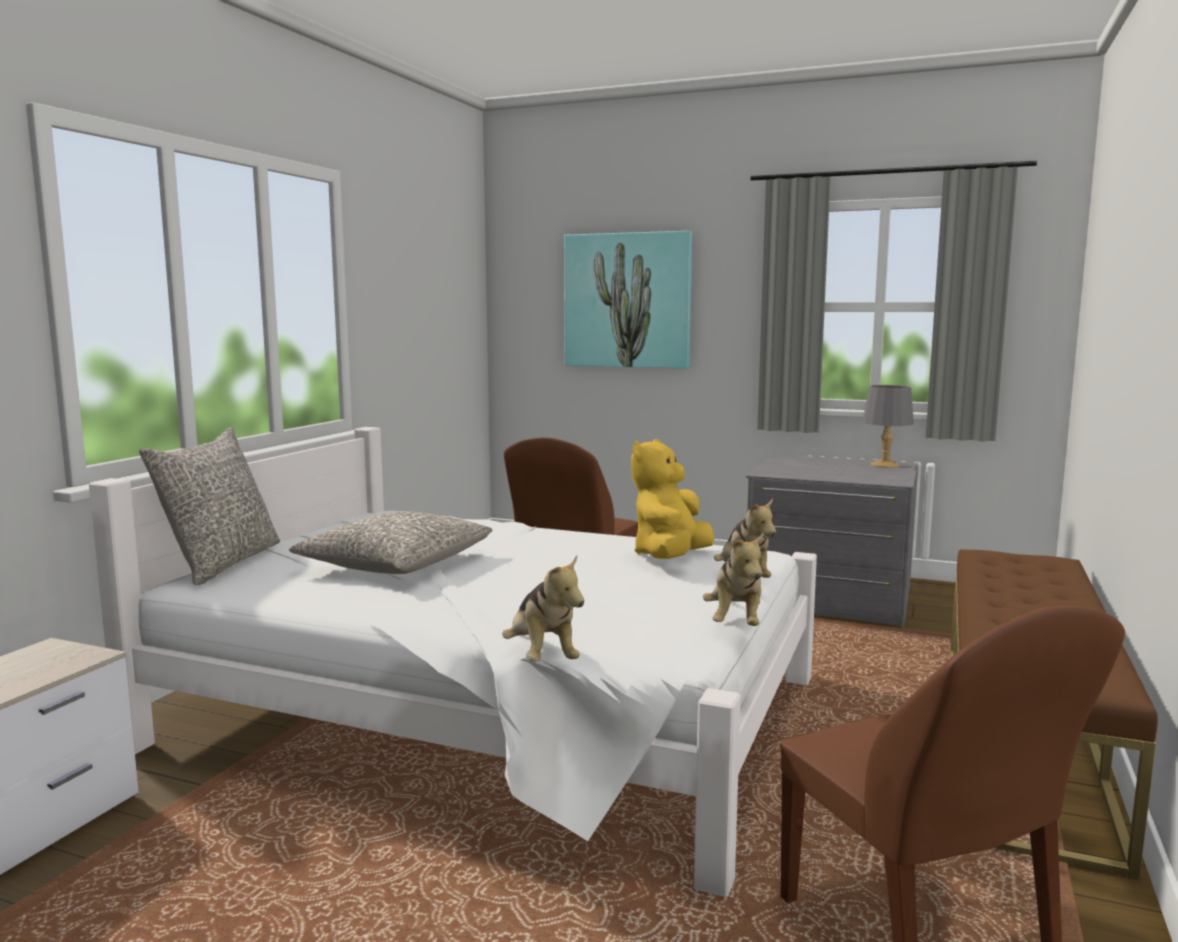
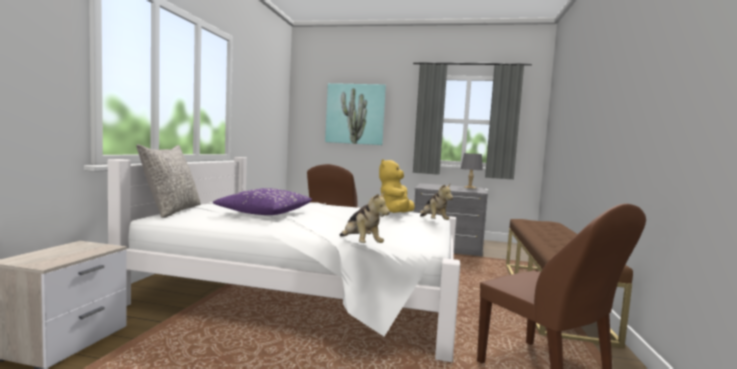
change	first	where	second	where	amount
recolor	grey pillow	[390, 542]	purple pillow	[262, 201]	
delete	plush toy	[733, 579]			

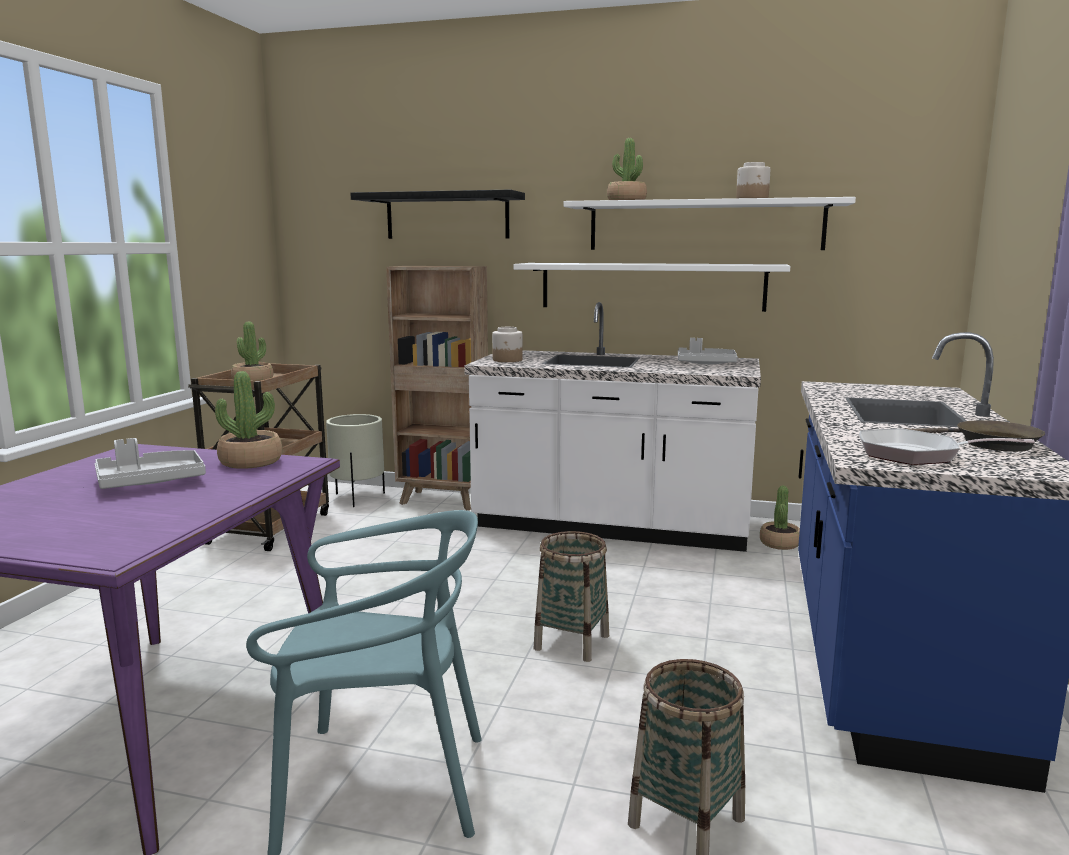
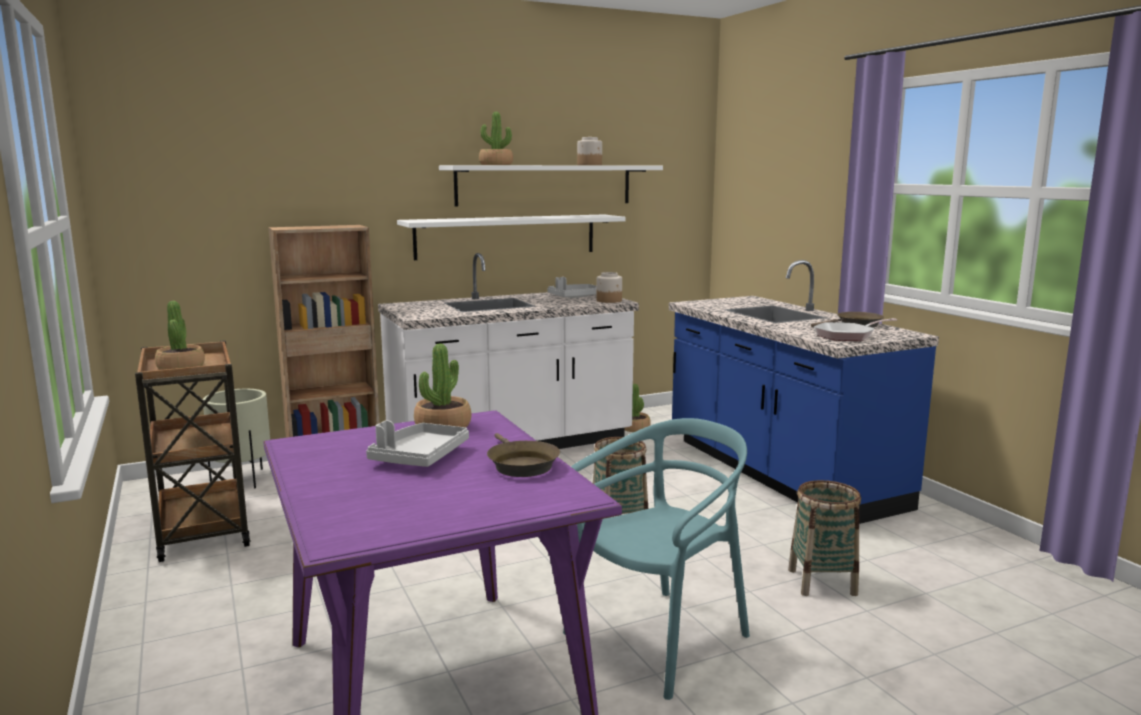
change	first	where	second	where	amount
delete	black shelf	[437, 214]			
move	jar	[507, 344]		[609, 287]	
insert			brown frying pan	[523, 455]	

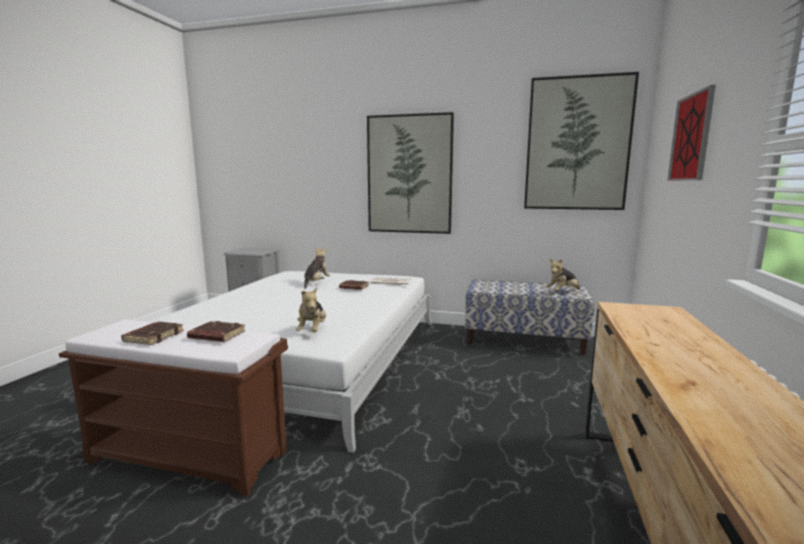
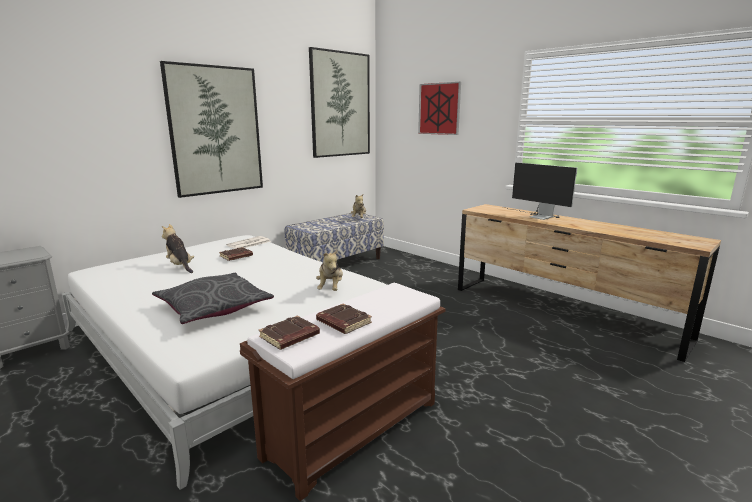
change	first	where	second	where	amount
move	brown book	[216, 331]		[289, 333]	
rotate	plush toy	[311, 310]		[329, 270]	60 degrees clockwise
insert			grey pillow	[213, 298]	
insert			monitor	[542, 191]	

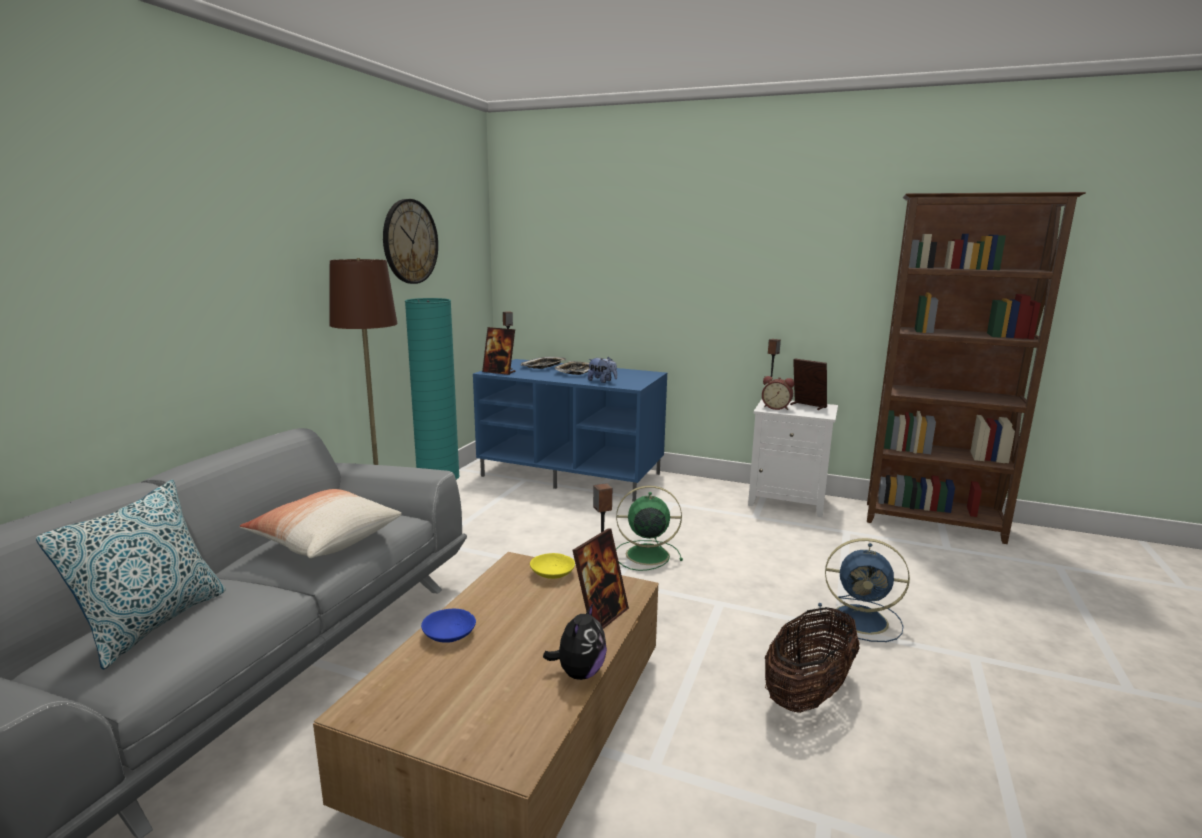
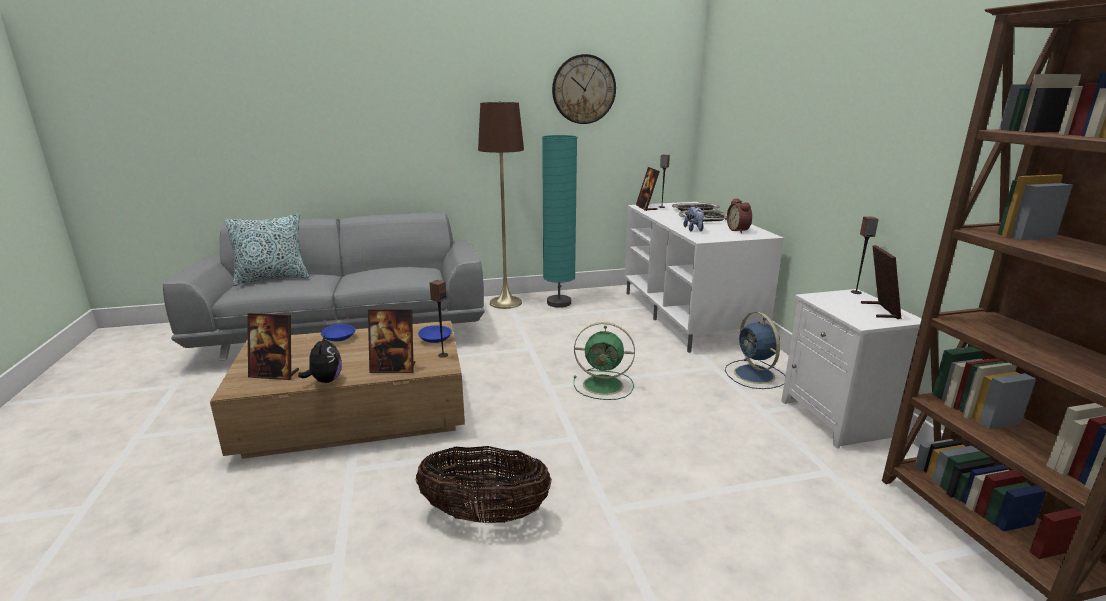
change	first	where	second	where	amount
delete	pillow	[320, 523]			
recolor	blue tv stand	[570, 430]	white tv stand	[704, 277]	
recolor	yellow bowl	[552, 566]	blue bowl	[435, 334]	
rotate	plush toy	[575, 641]		[320, 358]	90 degrees counterclockwise
rotate	green fan	[649, 528]		[604, 361]	135 degrees clockwise
move	alarm clock	[778, 393]		[739, 215]	
move	blue fan	[864, 590]		[755, 350]	
insert			picture frame	[273, 346]	

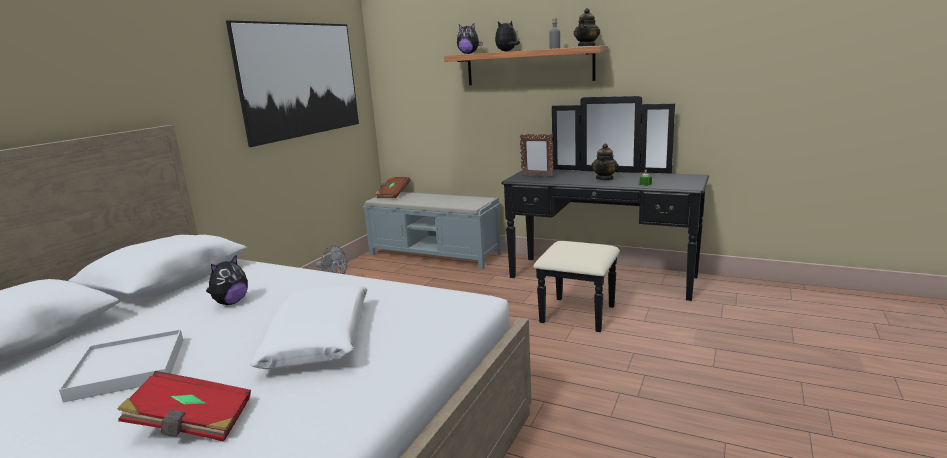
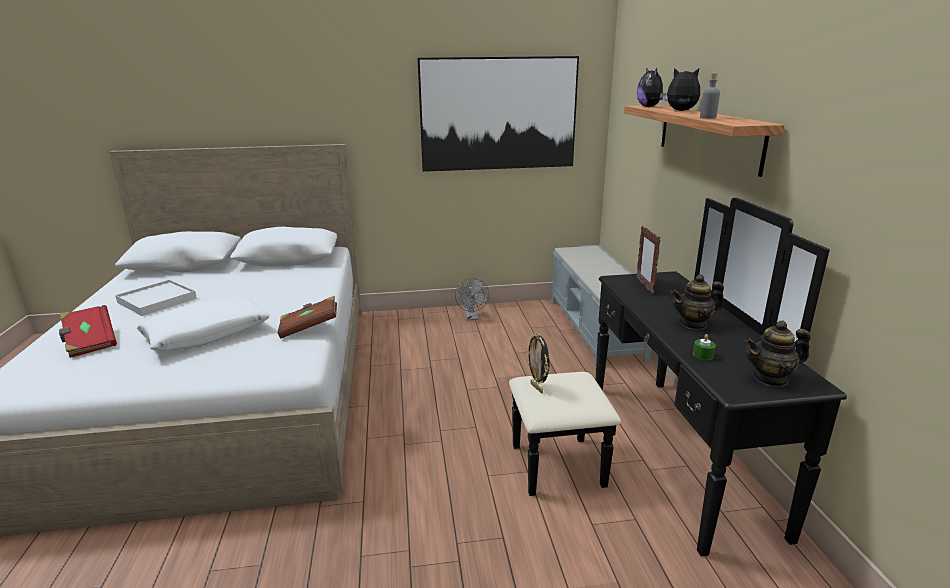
change	first	where	second	where	amount
delete	plush toy	[227, 280]			
move	brown book	[393, 187]		[307, 317]	
move	teapot	[587, 27]		[778, 354]	
insert			picture frame	[537, 363]	

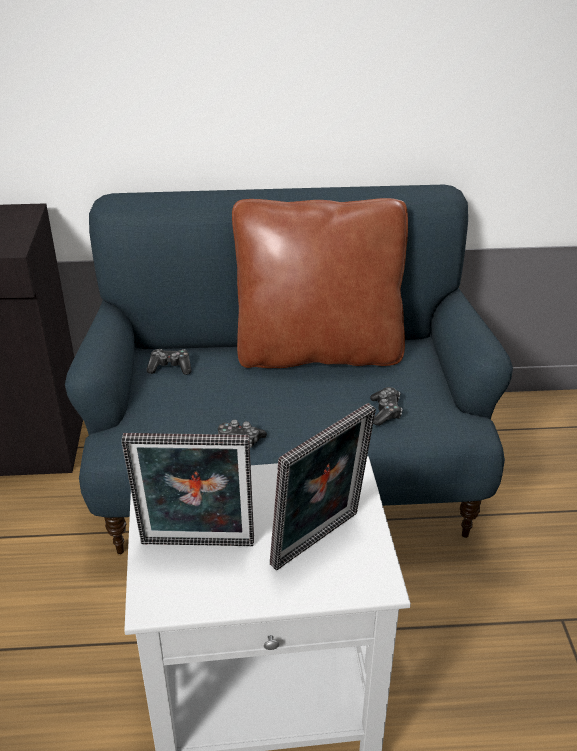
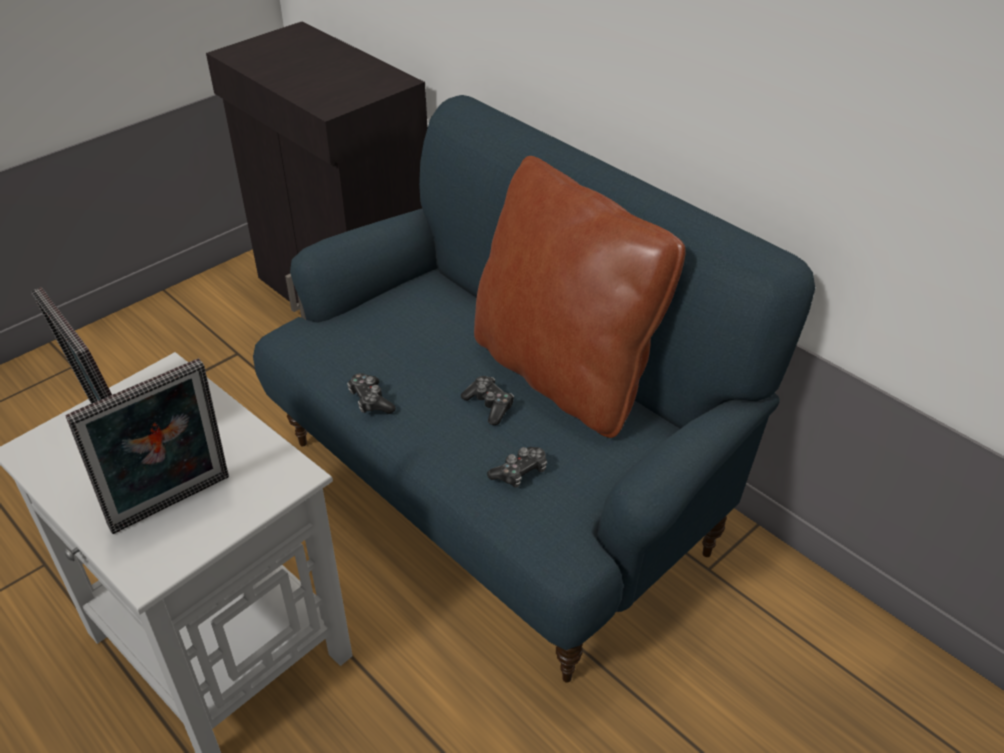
change	first	where	second	where	amount
move	game controller	[169, 362]		[487, 400]	
rotate	picture frame	[323, 487]		[147, 446]	45 degrees counterclockwise

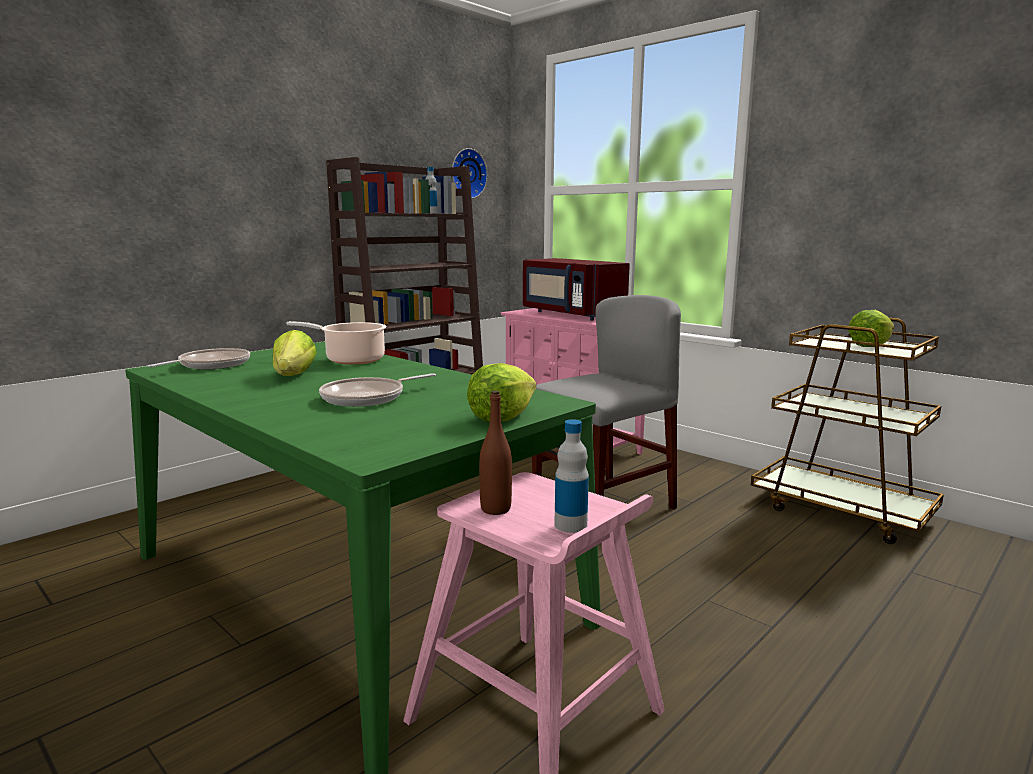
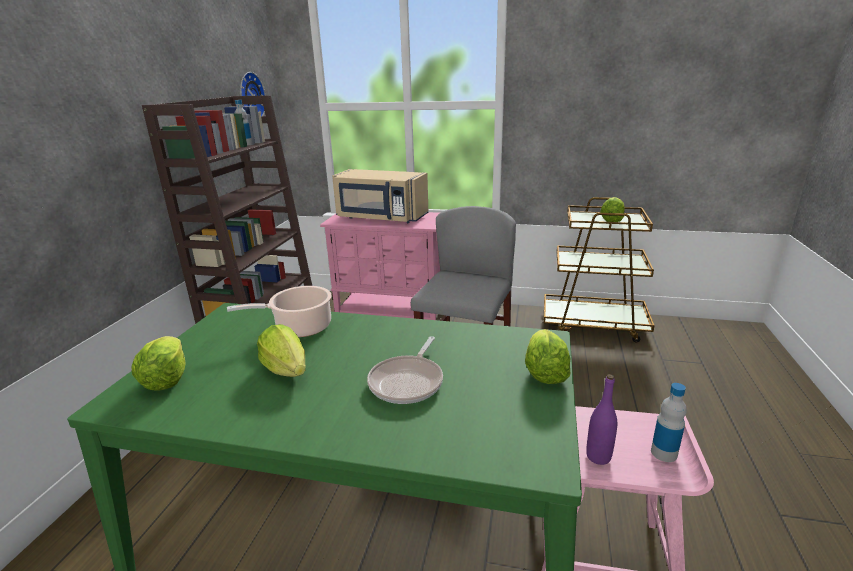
change	first	where	second	where	amount
replace	frying pan	[198, 358]	lettuce	[158, 363]	
recolor	brown bottle	[495, 452]	purple bottle	[601, 419]	
recolor	red microwave	[576, 289]	beige microwave	[380, 196]	

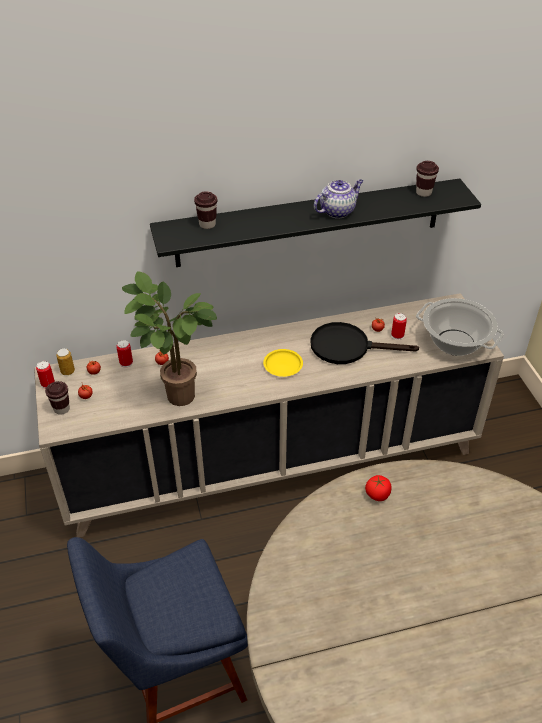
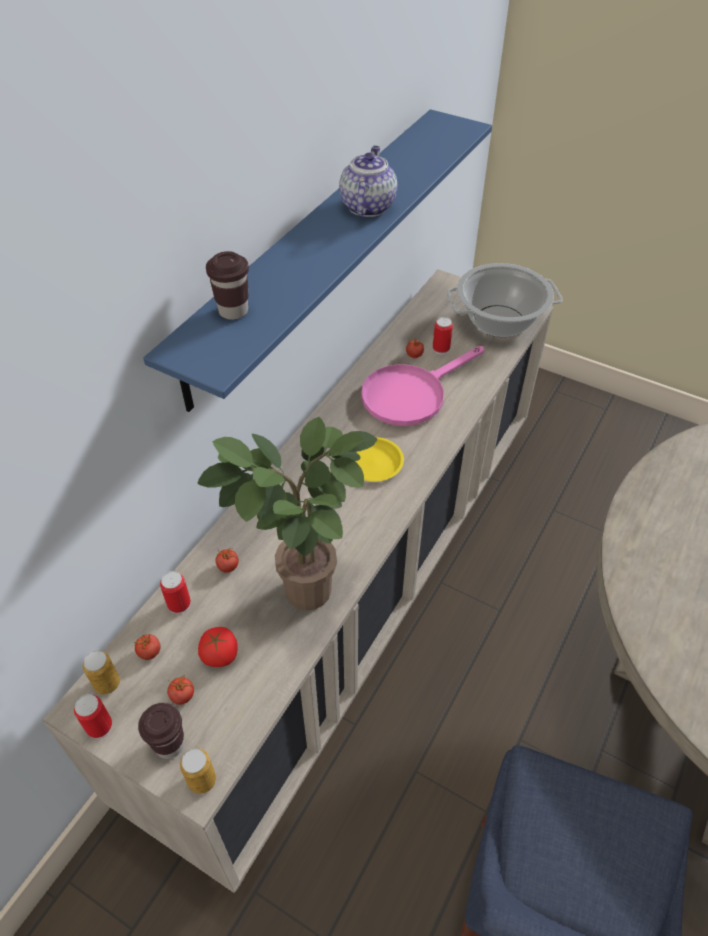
change	first	where	second	where	amount
recolor	black shelf	[315, 223]	blue shelf	[317, 260]	
recolor	black frying pan	[364, 343]	pink frying pan	[422, 386]	
move	tomato	[378, 488]		[218, 647]	
delete	brown cup	[427, 179]			
insert			can	[198, 771]	

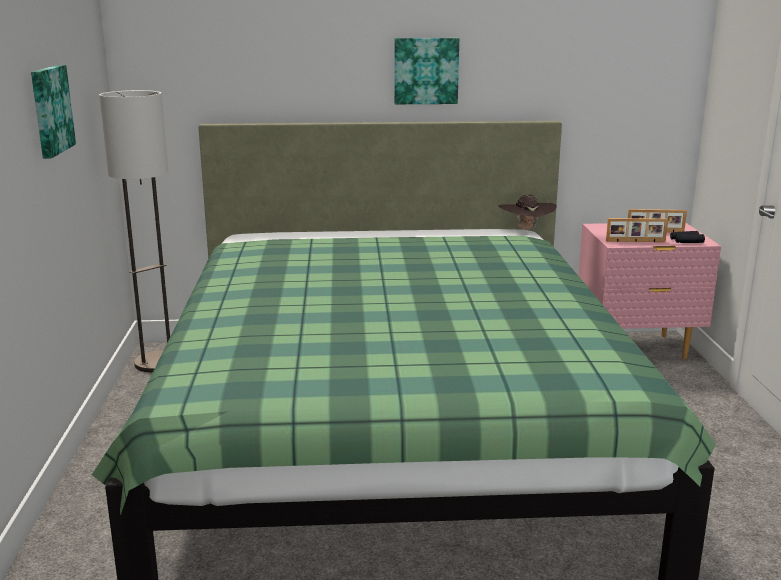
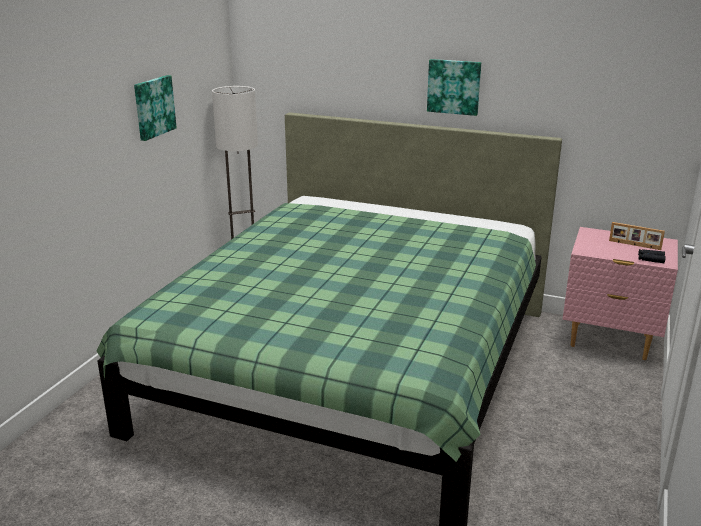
change	first	where	second	where	amount
delete	brown hat	[527, 212]			
delete	picture frame	[637, 230]			

